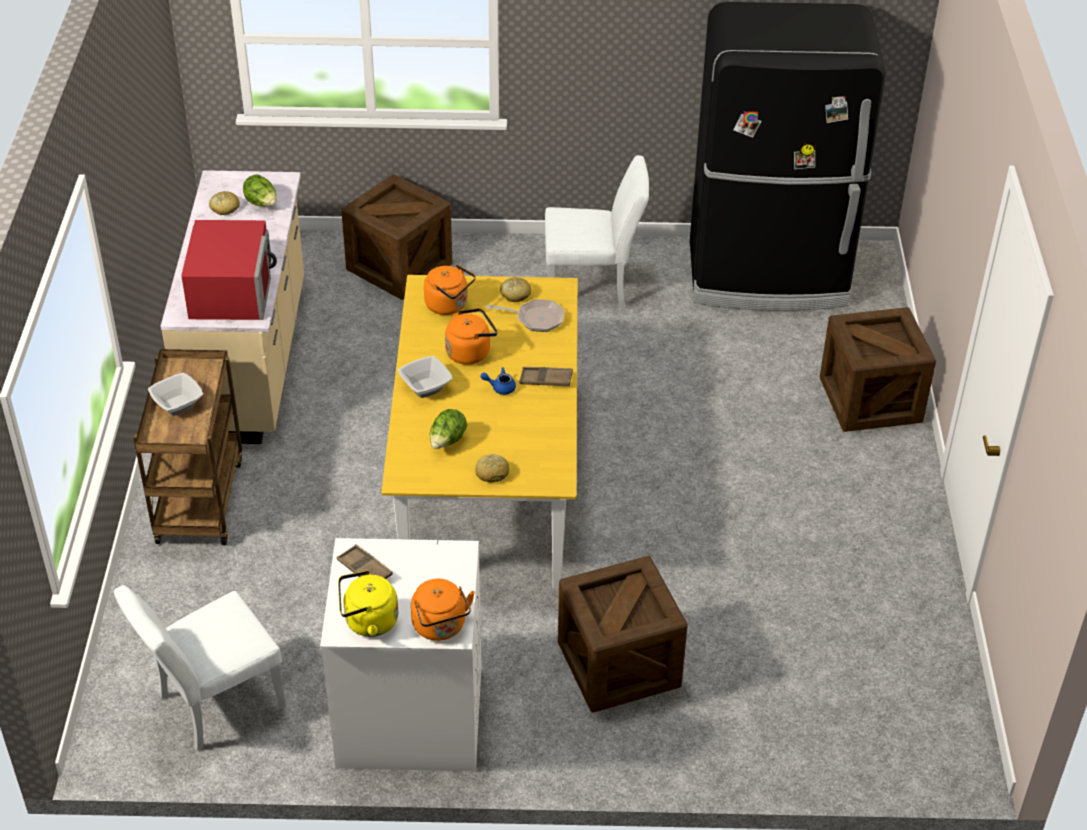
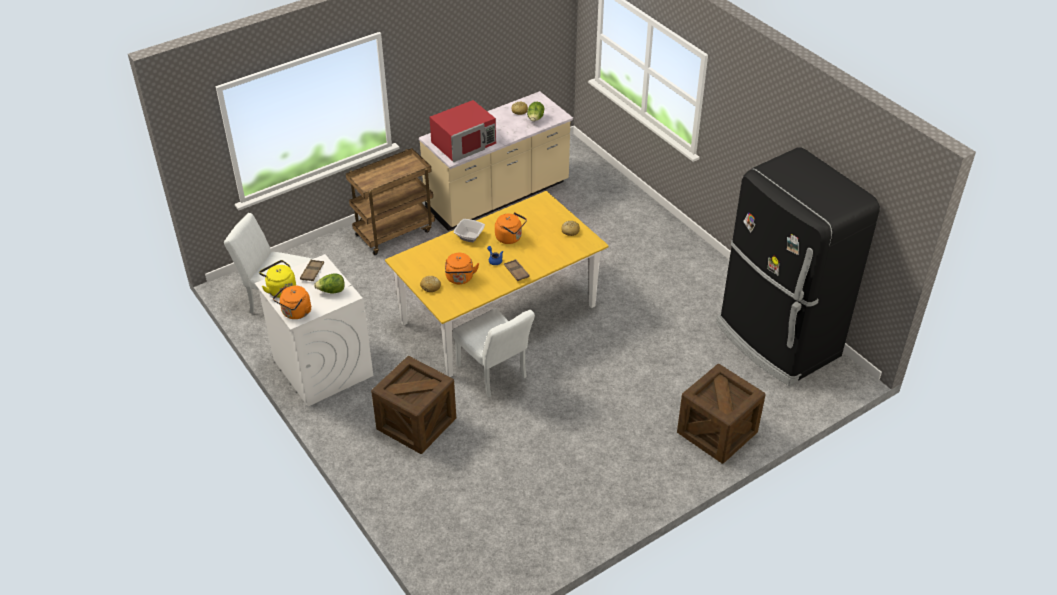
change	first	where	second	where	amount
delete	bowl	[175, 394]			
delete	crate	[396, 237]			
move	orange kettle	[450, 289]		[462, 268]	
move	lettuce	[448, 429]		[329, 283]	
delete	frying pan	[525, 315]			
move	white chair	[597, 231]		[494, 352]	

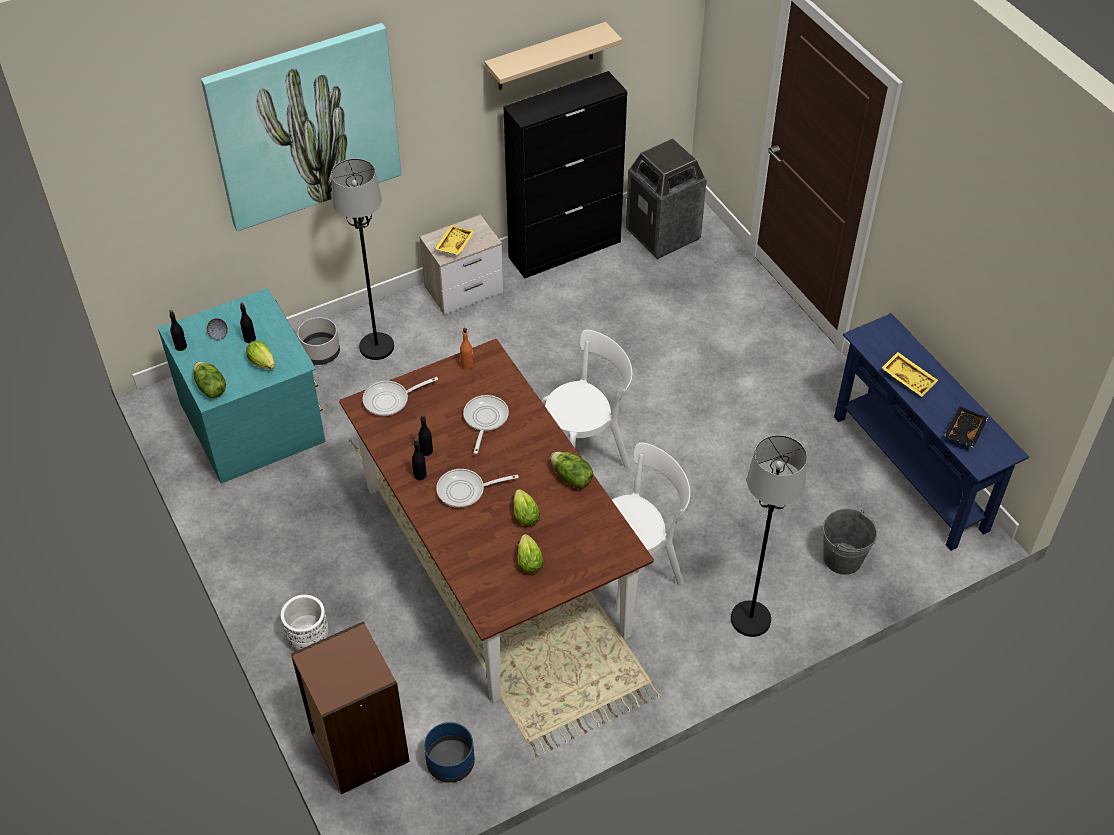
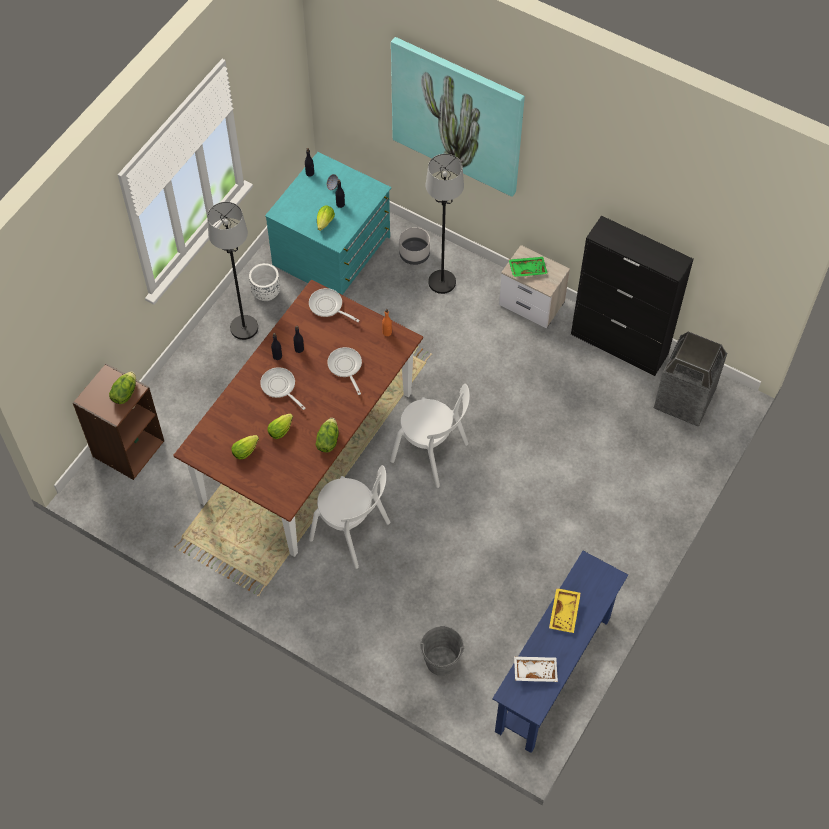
change	first	where	second	where	amount
move	lettuce	[209, 380]		[122, 388]	
move	white planter	[305, 622]		[264, 282]	
delete	blue planter	[449, 752]			
recolor	yellow tray	[455, 240]	green tray	[528, 267]	
rotate	frying pan	[486, 424]		[344, 371]	90 degrees counterclockwise
delete	beige shelf	[553, 56]			
move	black floor lamp	[769, 536]		[232, 271]	
recolor	black tray	[966, 426]	white tray	[536, 669]	

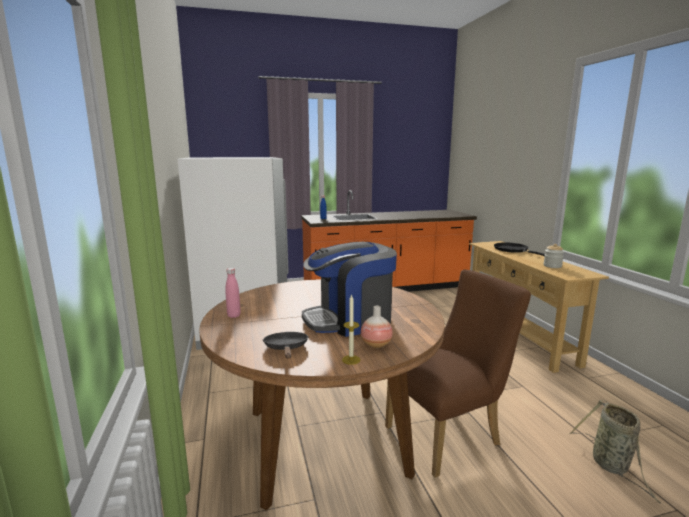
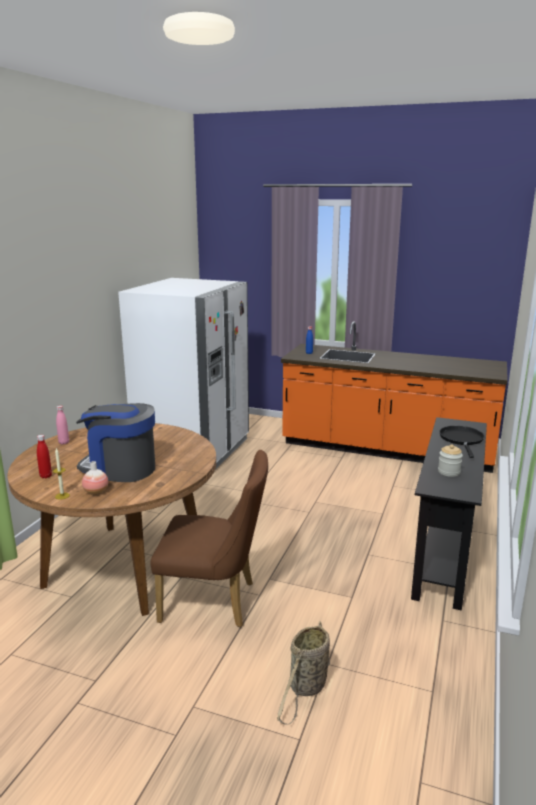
change	first	where	second	where	amount
replace	black frying pan	[286, 345]	red bottle	[44, 456]	
recolor	beige console table	[539, 307]	black console table	[449, 513]	

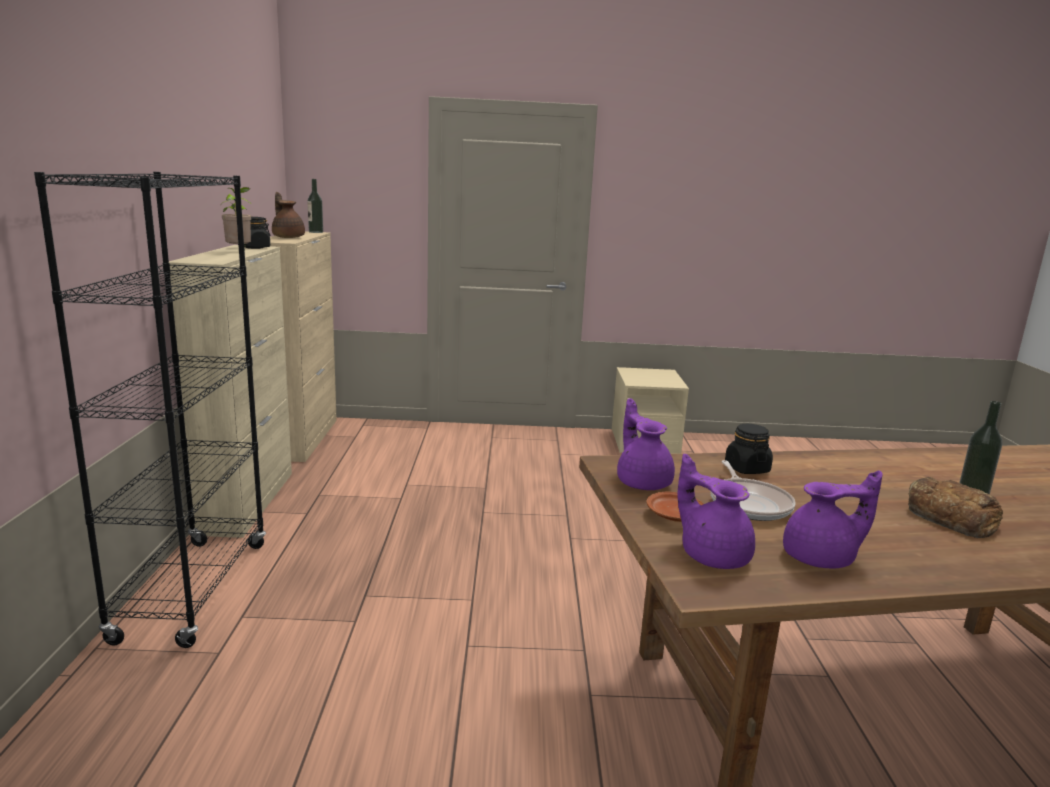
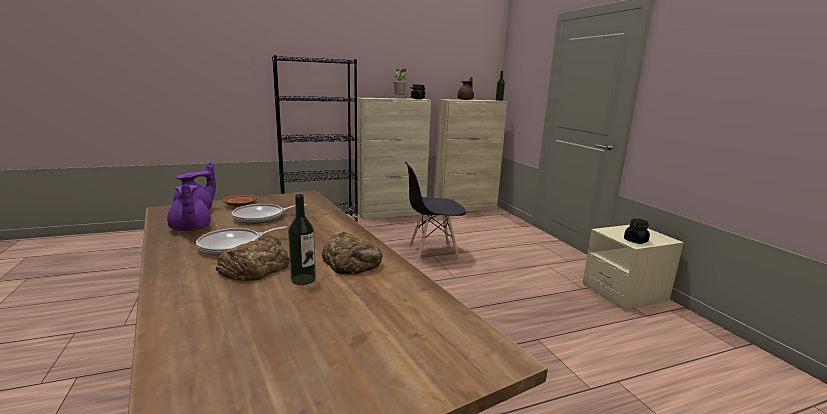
change	first	where	second	where	amount
delete	purple teapot	[646, 444]			
move	black jar	[749, 449]		[637, 231]	
insert			frying pan	[241, 240]	
insert			bread	[352, 253]	
insert			grey chair	[435, 212]	

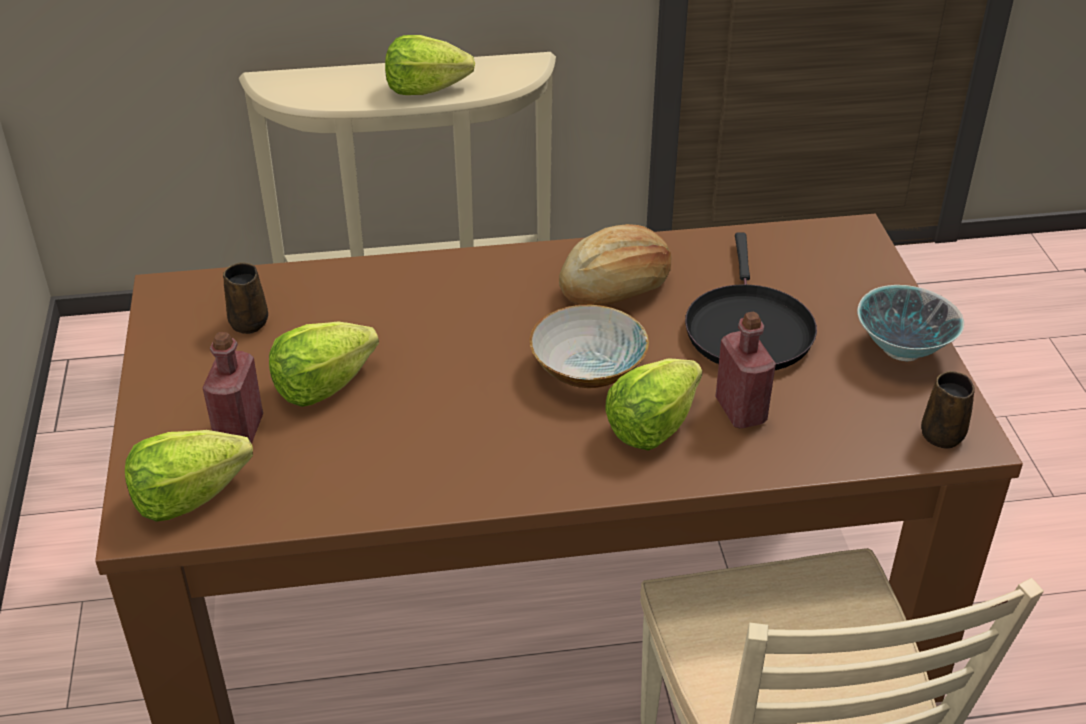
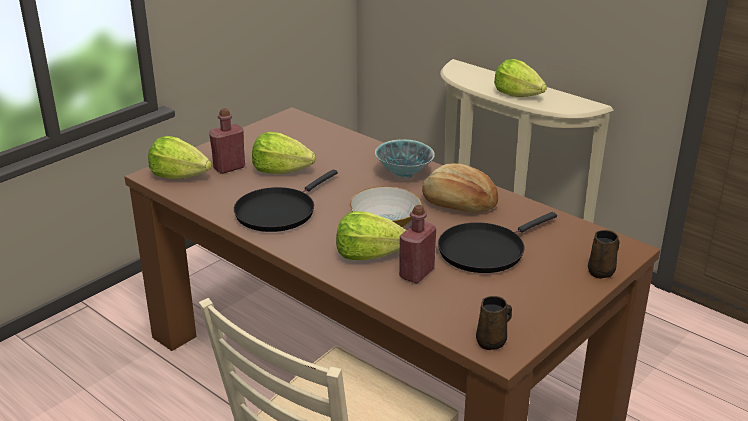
change	first	where	second	where	amount
move	brown mug	[245, 298]		[604, 254]	
move	bowl	[910, 323]		[405, 159]	
insert			black frying pan	[286, 200]	

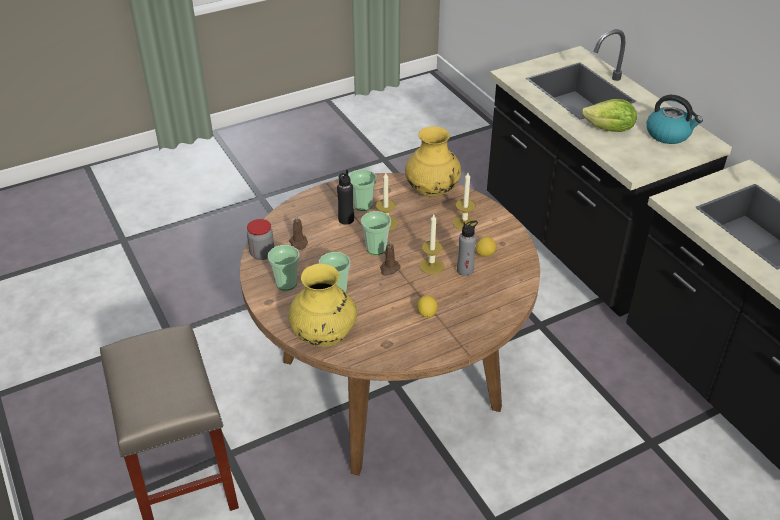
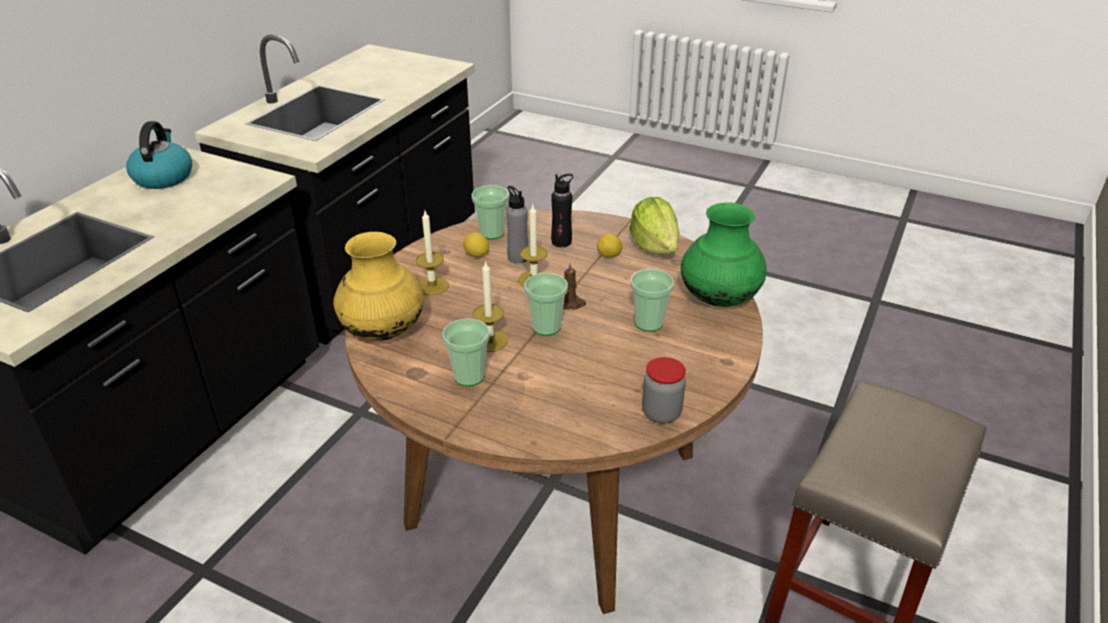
change	first	where	second	where	amount
move	cup	[283, 268]		[490, 212]	
delete	brown candle	[298, 232]			
recolor	yellow vase	[323, 305]	green vase	[724, 254]	
move	black bottle	[345, 197]		[562, 210]	
move	lettuce	[609, 115]		[654, 226]	

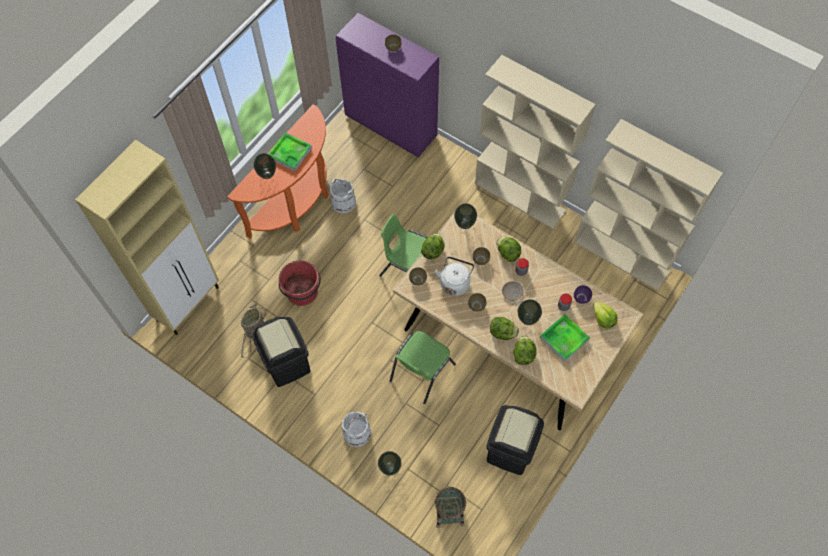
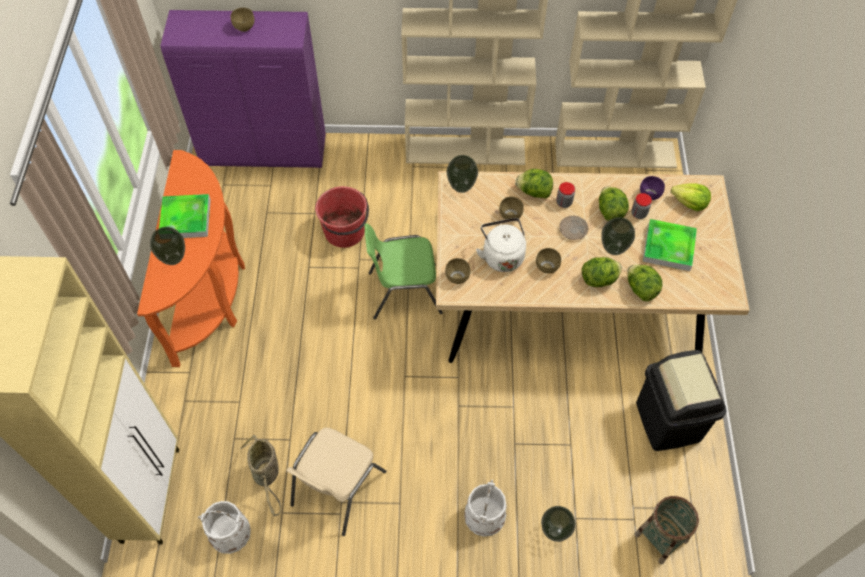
change	first	where	second	where	amount
replace	black trash can	[281, 352]	beige chair	[336, 482]	
move	red bucket	[299, 283]		[342, 217]	
move	white bucket	[343, 196]		[224, 527]	
delete	green chair	[423, 367]			
move	lettuce	[433, 246]		[614, 204]	

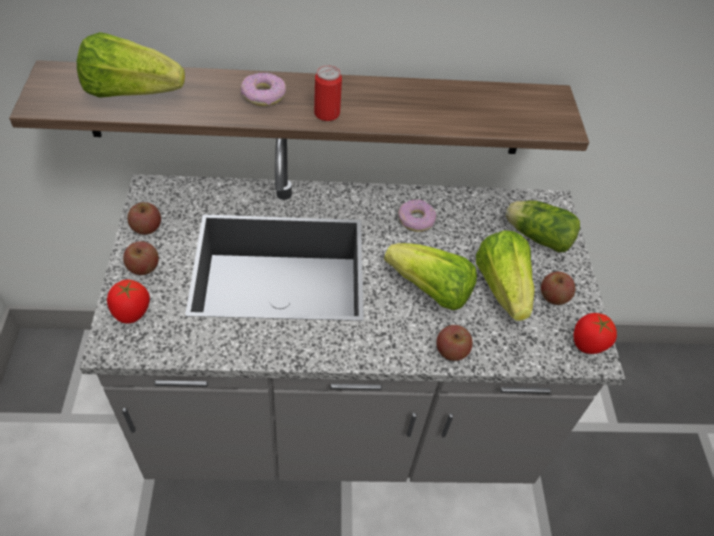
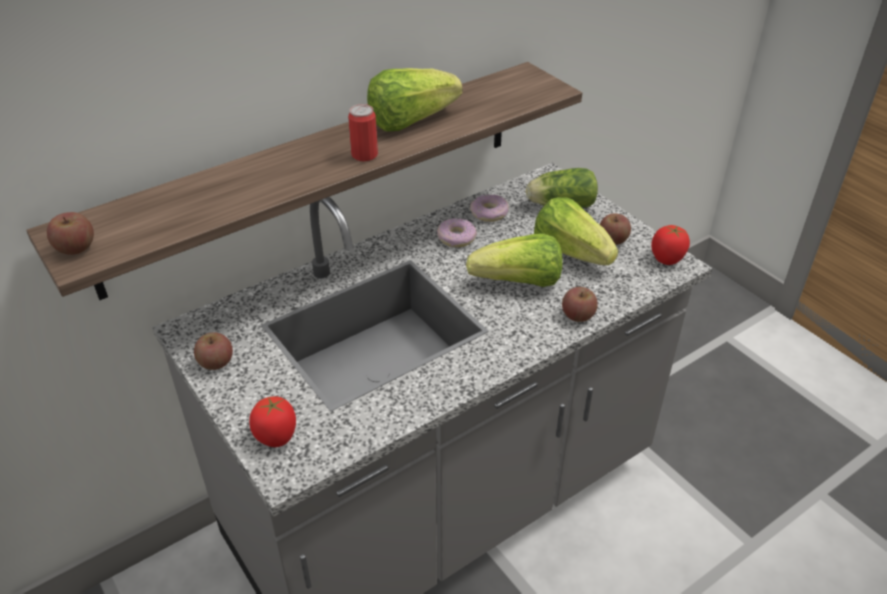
change	first	where	second	where	amount
move	lettuce	[131, 65]		[414, 100]	
move	apple	[141, 258]		[70, 233]	
move	donut	[263, 89]		[489, 208]	

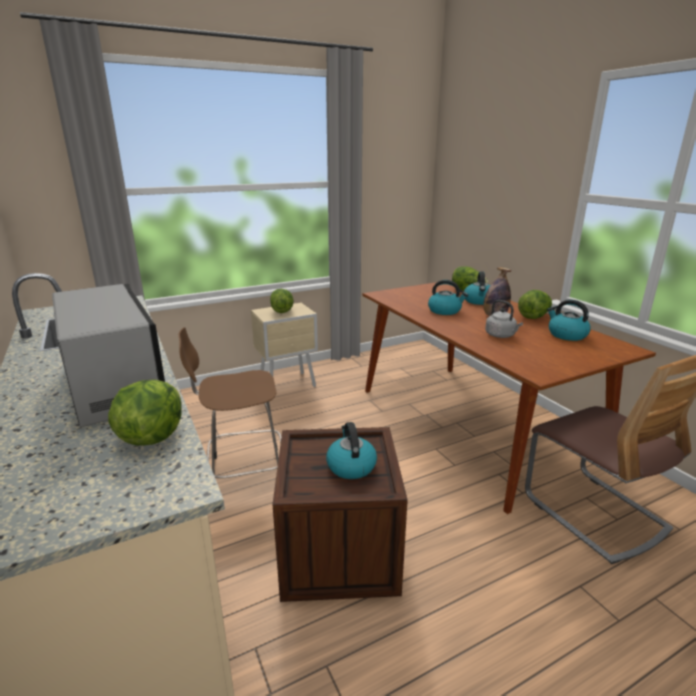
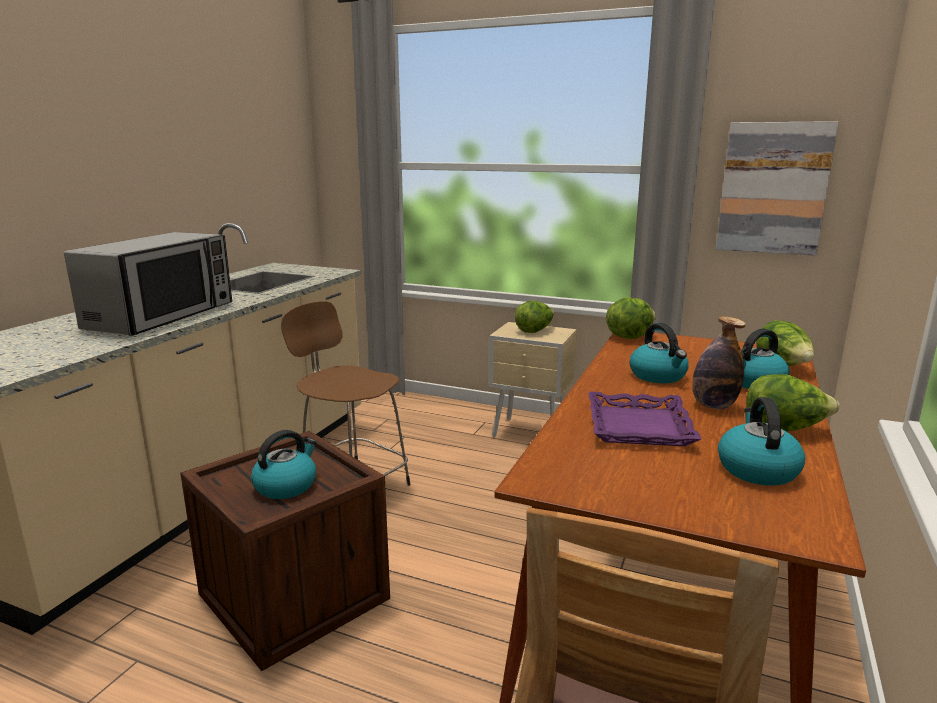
change	first	where	second	where	amount
move	lettuce	[144, 413]		[631, 318]	
replace	grey kettle	[504, 319]	purple tray	[645, 419]	
insert			picture	[777, 188]	

